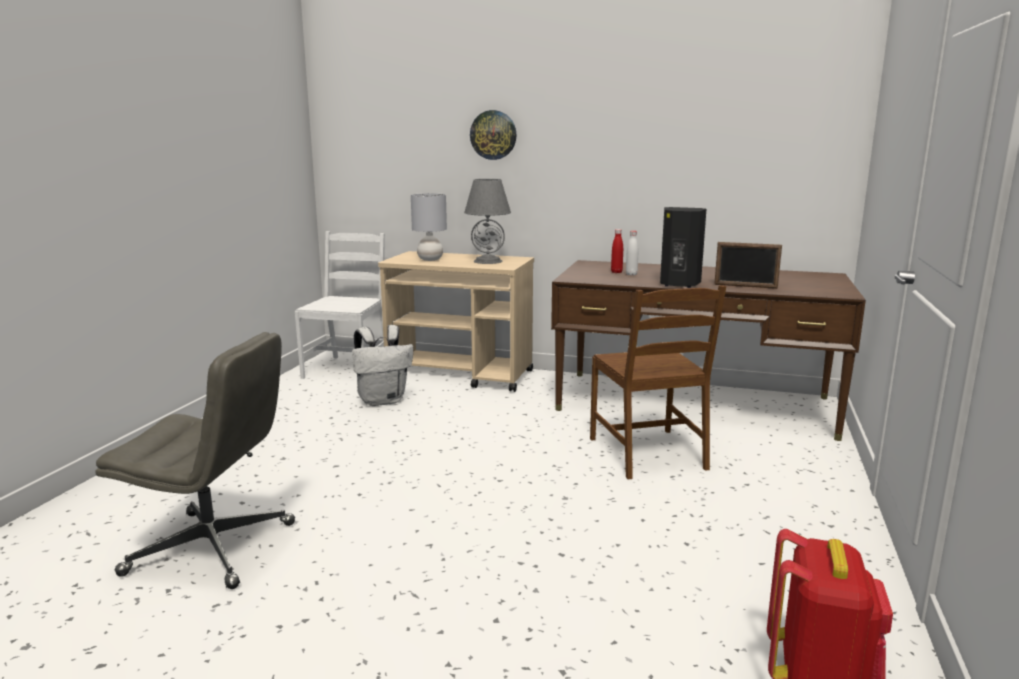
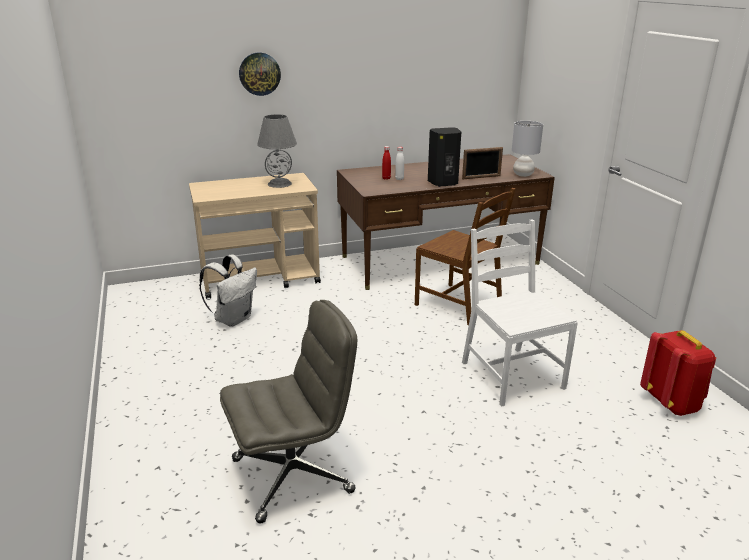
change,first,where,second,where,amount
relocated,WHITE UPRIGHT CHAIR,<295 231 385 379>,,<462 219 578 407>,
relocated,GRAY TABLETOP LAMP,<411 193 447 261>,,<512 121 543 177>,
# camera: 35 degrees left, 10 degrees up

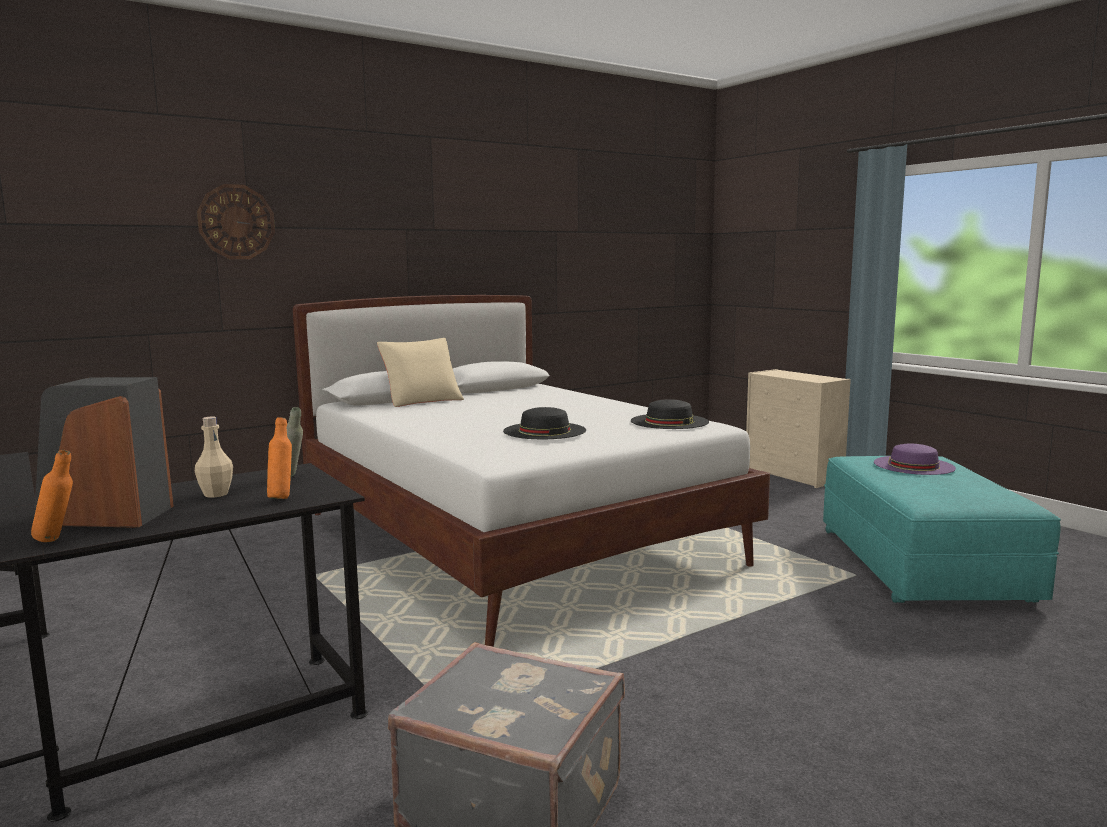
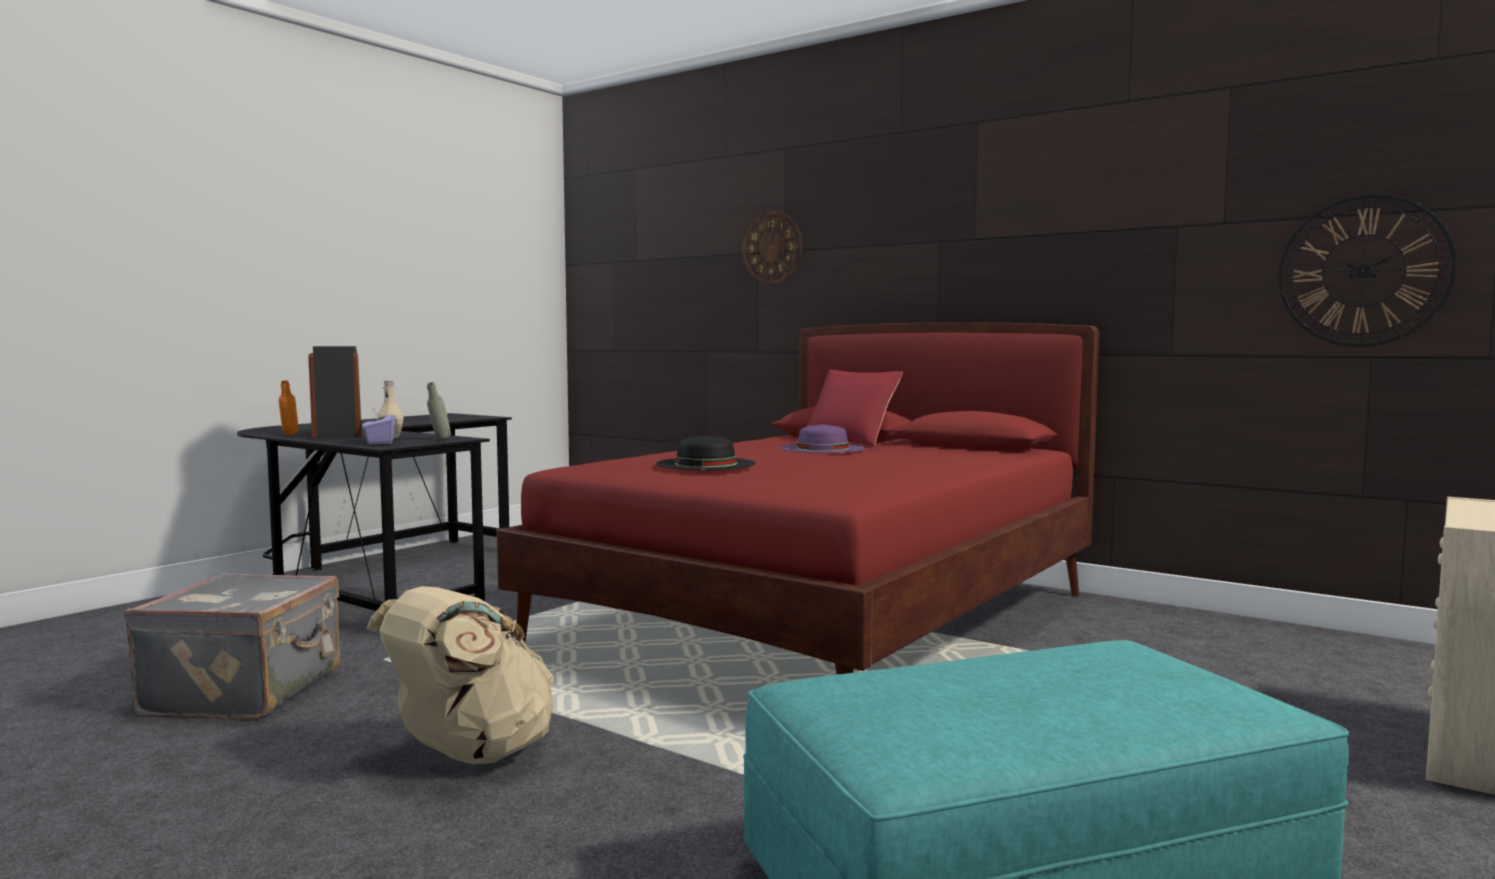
change,first,where,second,where,amount
exchanged,ORANGE-COLOURED BOTTLE,<267 417 292 499>,PURPLE BOX OF TISSUES,<362 407 395 444>,
colour,WHITE SLEEPING BED,<293 295 770 647>,RED-COLOURED SLEEPING BED,<497 322 1099 675>,
colour,BEIGE-COLOURED PILLOW,<377 338 464 407>,RED-COLOURED PILLOW,<806 370 903 447>,
missing,BLACK WEARABLE HAT,<631 399 709 429>,,,
relocated,PURPLE WEARABLE HAT,<874 444 956 475>,,<780 424 866 453>,
appeared,,,BEIGE-COLOURED BACKPACK,<366 586 555 765>,
appeared,,,CLOCK ON THE WALL,<1278 194 1457 347>,
# camera: 70 degrees right, 5 degrees down

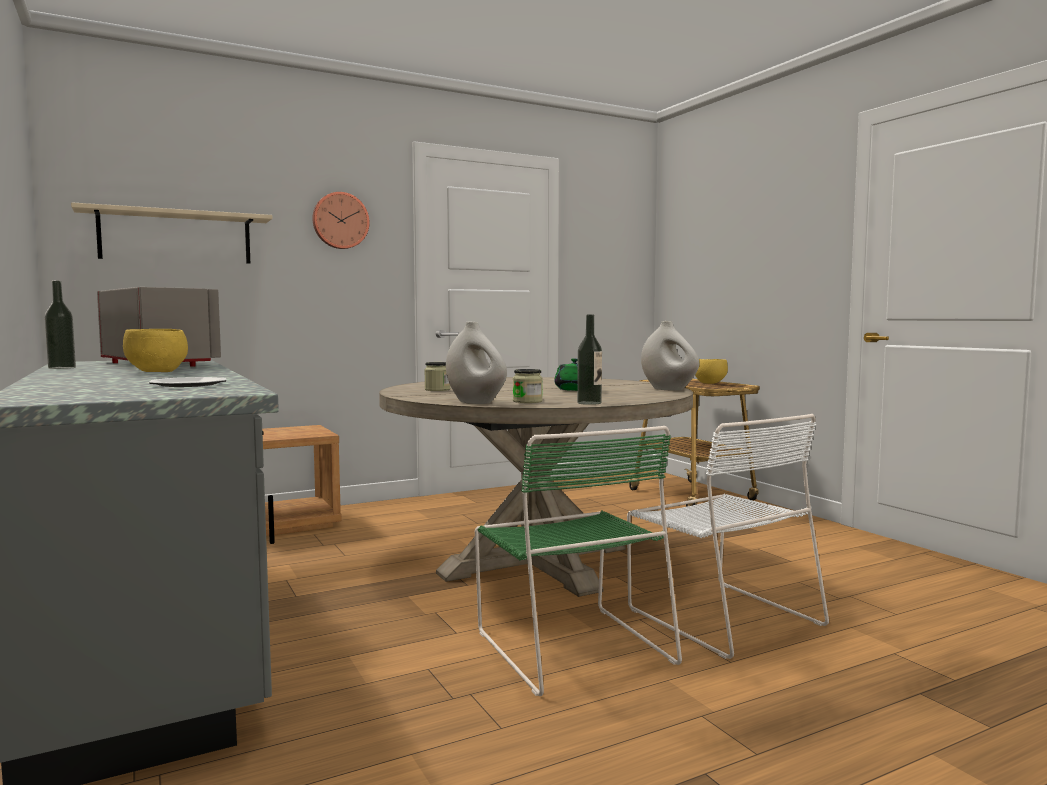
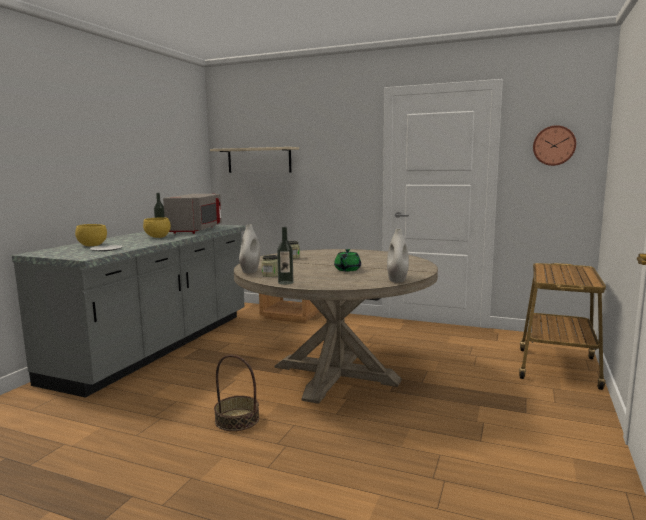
change,first,where,second,where,amount
relocated,CLOCK ON THE WALL,<312 192 370 249>,,<533 125 576 166>,
exchanged,GREENISH UPRIGHT CHAIR,<475 426 682 696>,BASKET,<214 355 259 431>,
missing,WHITE UPRIGHT CHAIR,<627 414 829 659>,,,
relocated,YELLOWISH SERVING BOWL,<695 359 728 384>,,<75 224 107 246>,
# camera: 50 degrees right, 5 degrees up

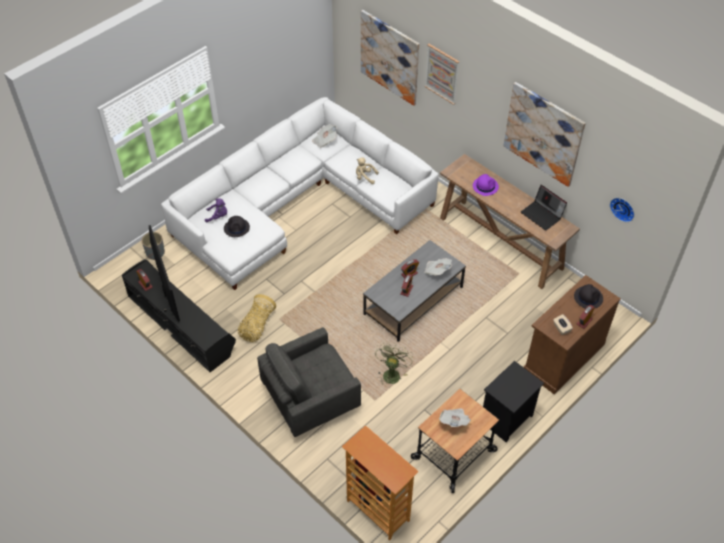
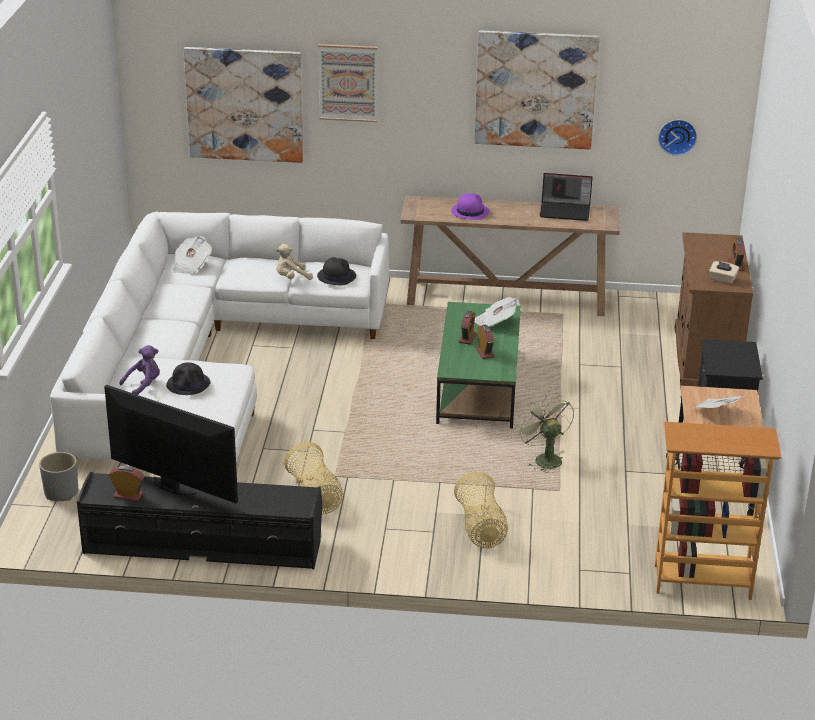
change,first,where,second,where,amount
exchanged,GRAY ARMCHAIR,<257 327 361 437>,BASKET,<454 472 508 548>,
colour,GRAY LOUNGE TABLE,<363 240 466 342>,GREENISH LOUNGE TABLE,<436 302 521 428>,
relocated,BLACK WEARABLE HAT,<574 284 603 309>,,<317 257 356 286>,
# camera: 40 degrees left, 20 degrees down

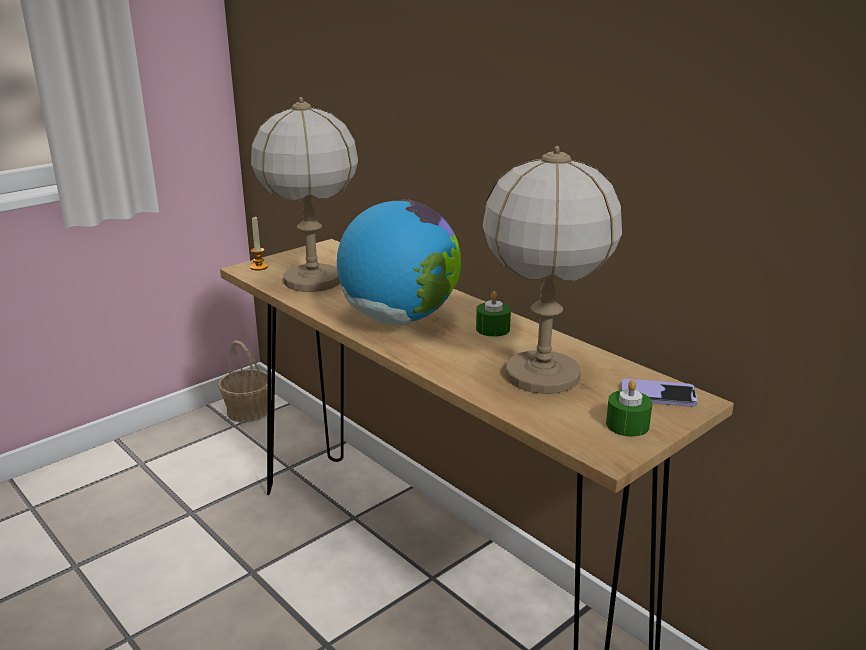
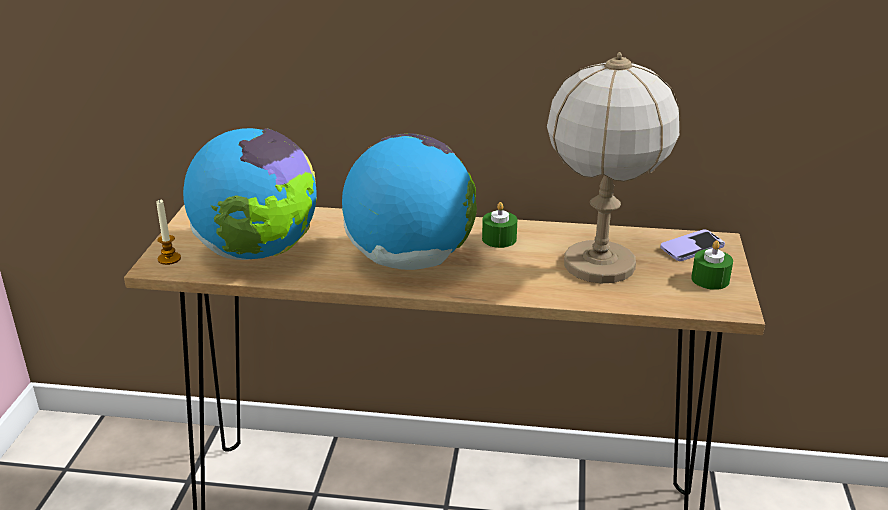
change,first,where,second,where,amount
missing,BASKET,<218 341 272 423>,,,
exchanged,TABLETOP LAMP,<251 97 358 292>,WORLD GLOBE,<183 128 317 260>,
# camera: 40 degrees left, 5 degrees up

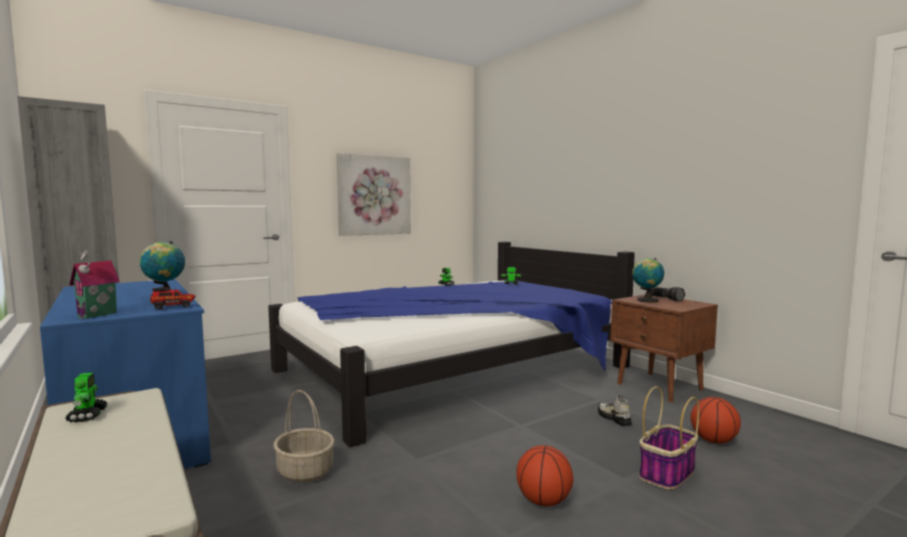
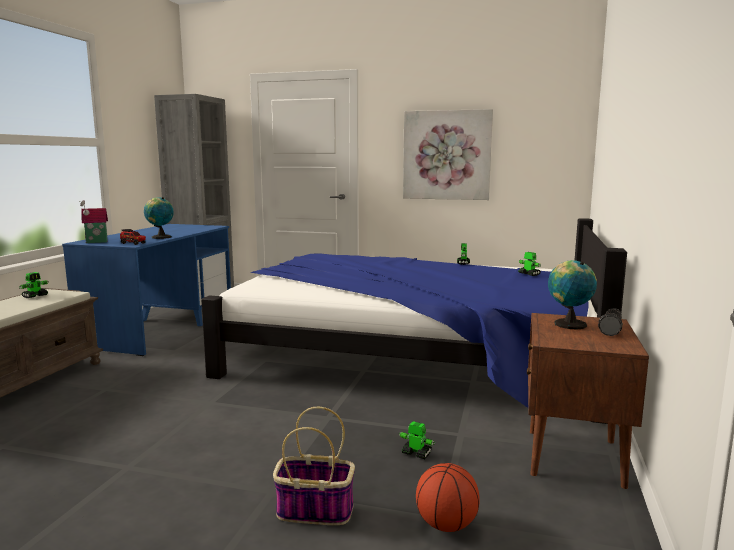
change,first,where,second,where,amount
missing,BASKET,<274 390 335 482>,,,
missing,BASKETBALL BALL,<516 445 573 506>,,,
exchanged,ITEM OF FOOTWEAR,<598 395 632 426>,TOY ROBOT,<399 421 435 459>,
# camera: 50 degrees right, 5 degrees up

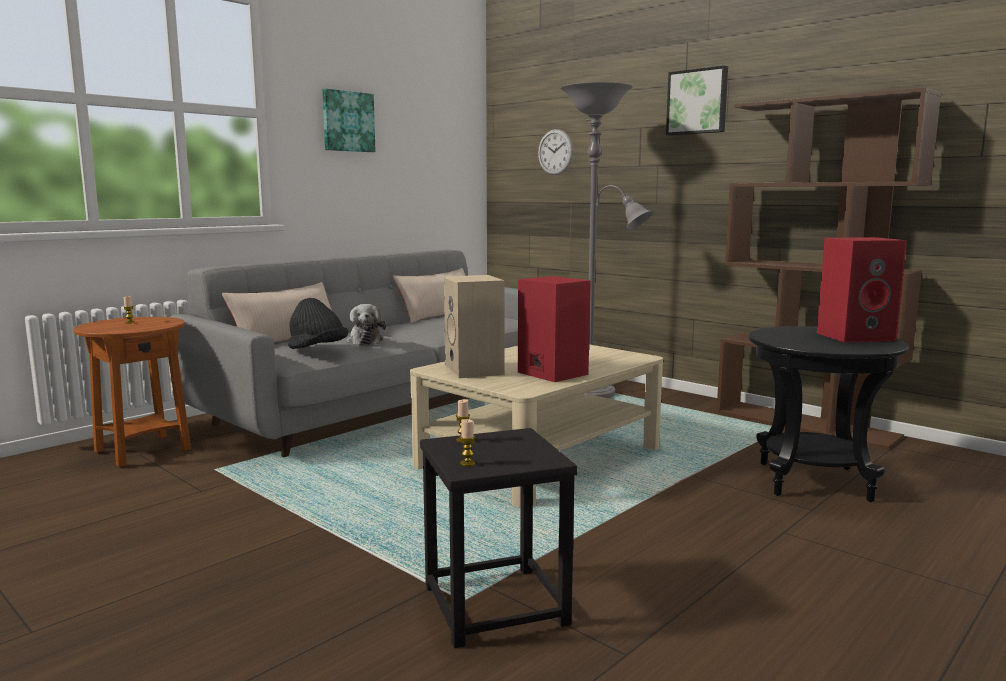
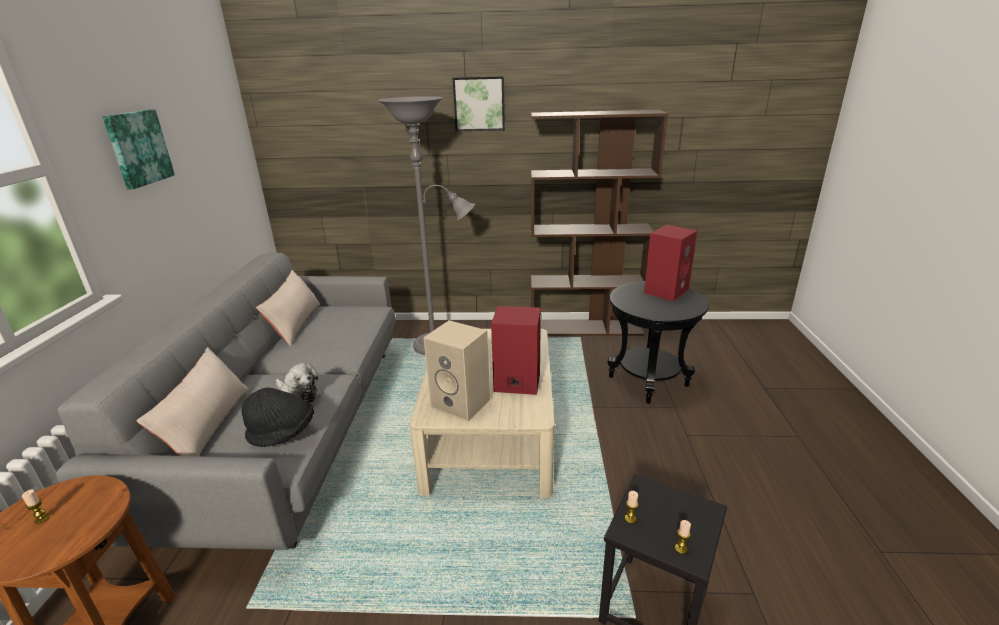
change,first,where,second,where,amount
missing,CLOCK ON THE WALL,<538 129 573 175>,,,
# camera: 40 degrees left, 15 degrees up

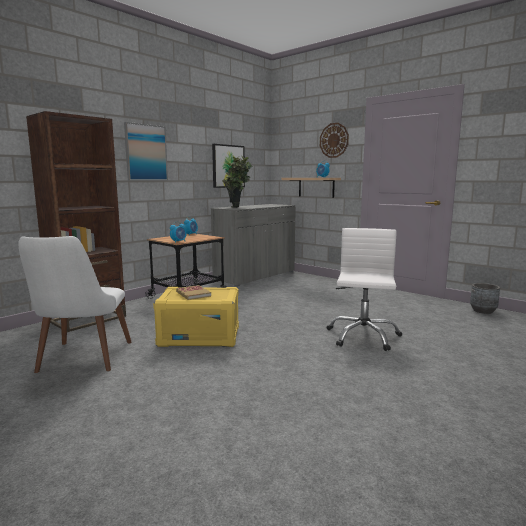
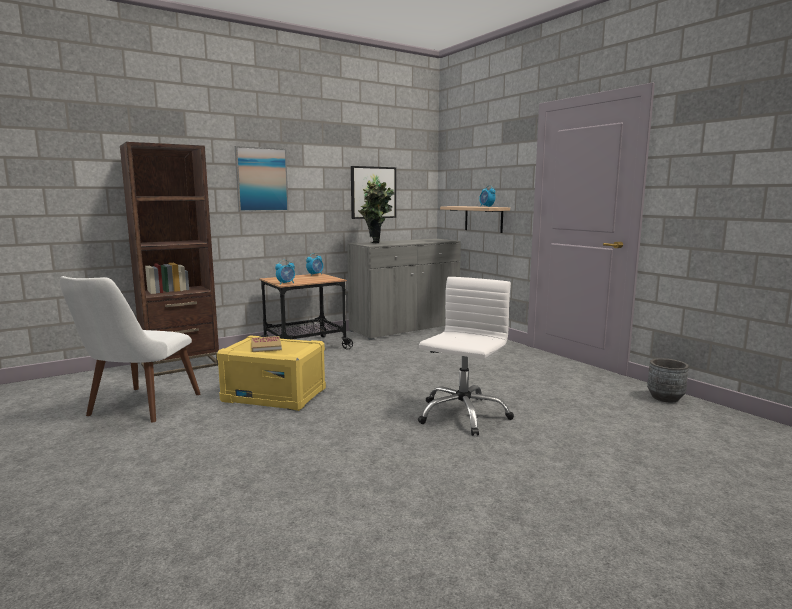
change,first,where,second,where,amount
missing,CLOCK ON THE WALL,<320 123 349 158>,,,
# camera: 15 degrees right, 0 degrees up

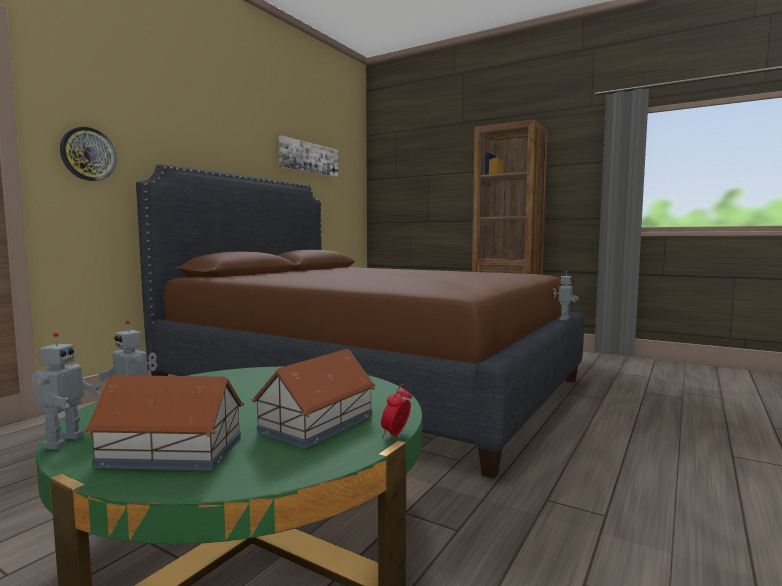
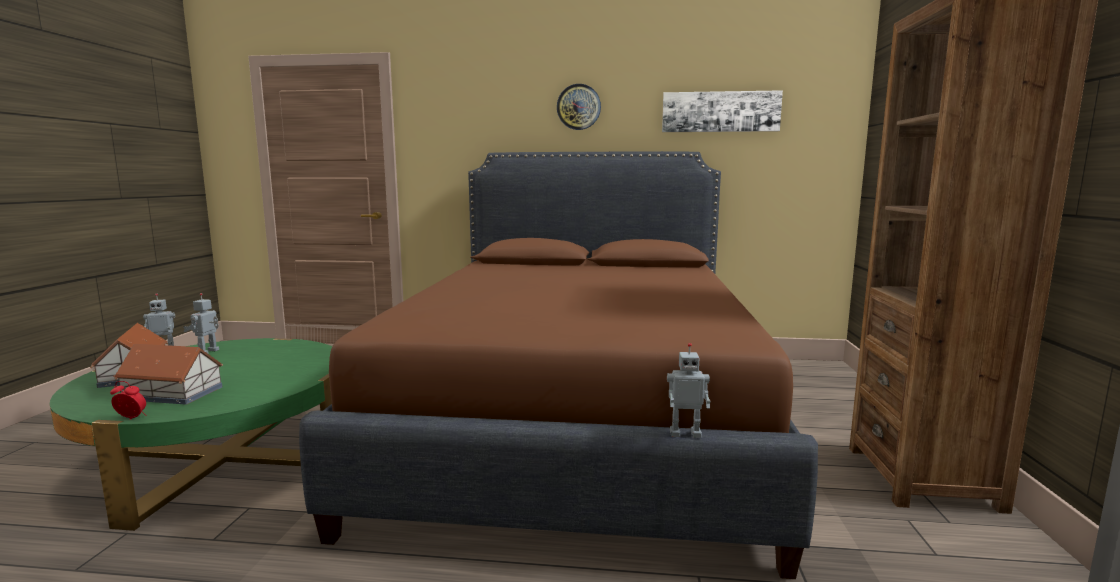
change,first,where,second,where,amount
relocated,CLOCK ON THE WALL,<60 127 117 181>,,<557 84 601 130>,
# camera: 65 degrees right, 5 degrees up

